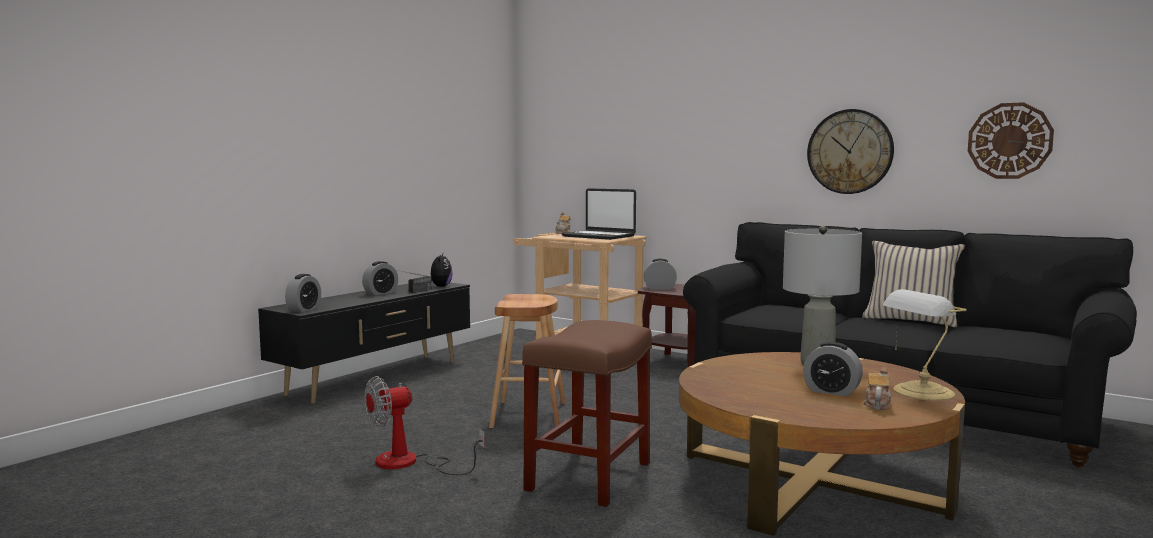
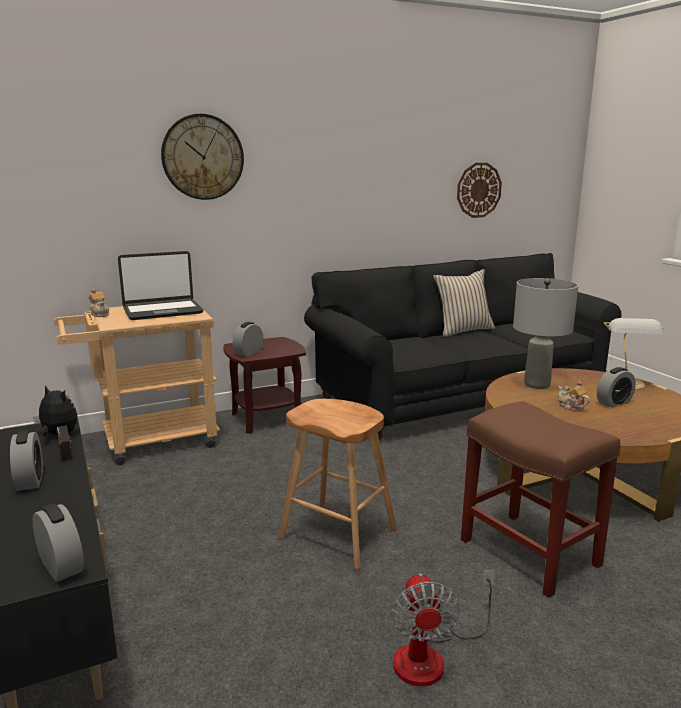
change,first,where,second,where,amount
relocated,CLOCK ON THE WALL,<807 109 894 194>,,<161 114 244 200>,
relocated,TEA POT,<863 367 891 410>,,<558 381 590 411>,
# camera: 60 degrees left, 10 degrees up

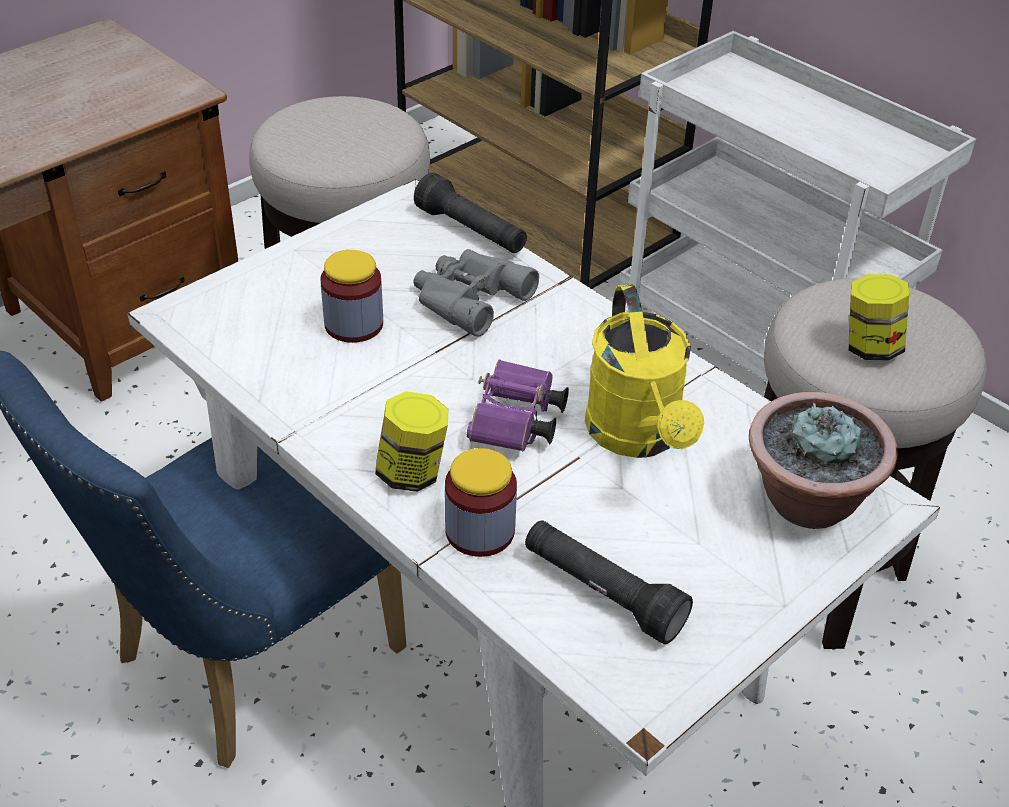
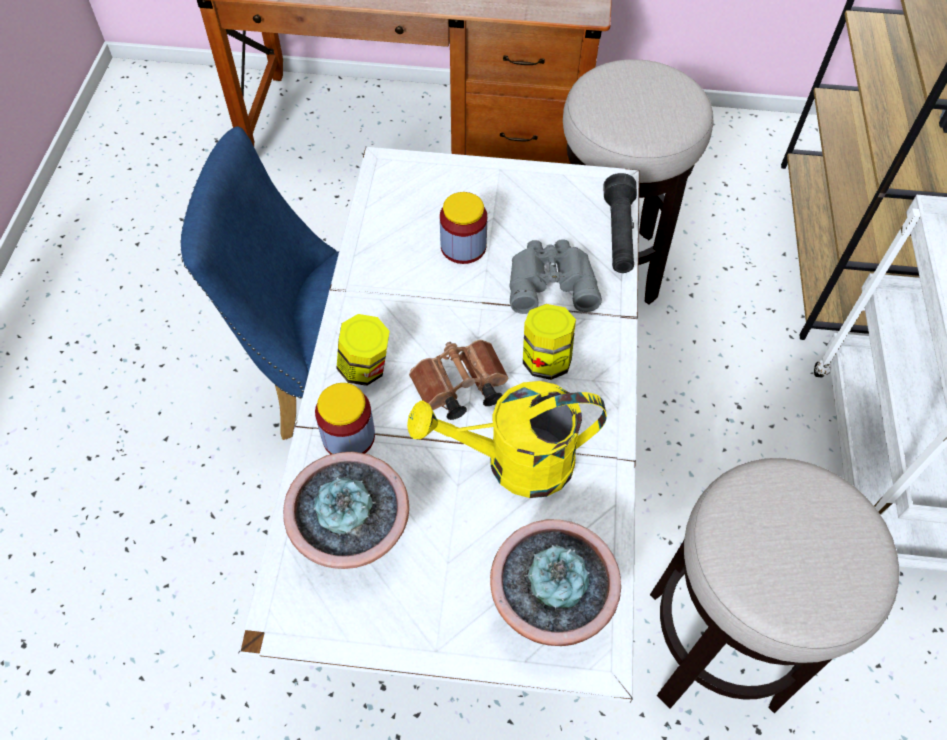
change,first,where,second,where,amount
colour,PURPLE BINOCULARS,<467 360 569 452>,BROWN-COLOURED BINOCULARS,<409 340 509 420>,
exchanged,BLACK TORCH,<525 520 693 644>,HOUSEPLANT,<283 452 409 569>,
spun,YELLOWISH WATERING POT,<585 284 704 458>,,<407 381 607 498>,45 degrees clockwise
relocated,STORAGE JAR,<849 274 909 361>,,<523 304 576 380>,
# camera: 50 degrees right, 15 degrees up

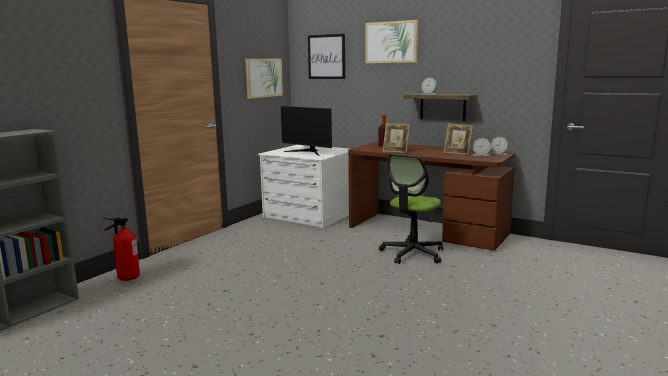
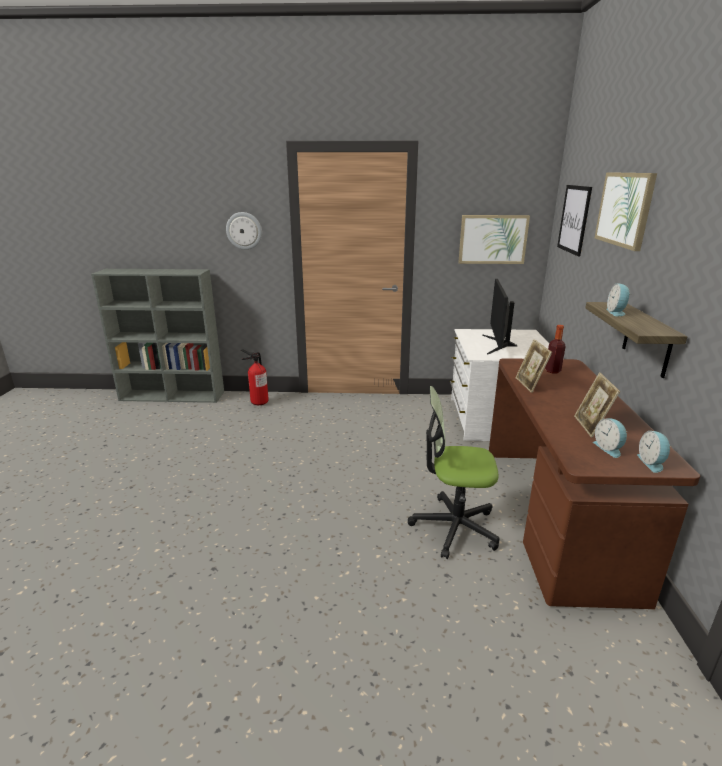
change,first,where,second,where,amount
appeared,,,CLOCK ON THE WALL,<226 212 262 250>,
# camera: 60 degrees right, 10 degrees up

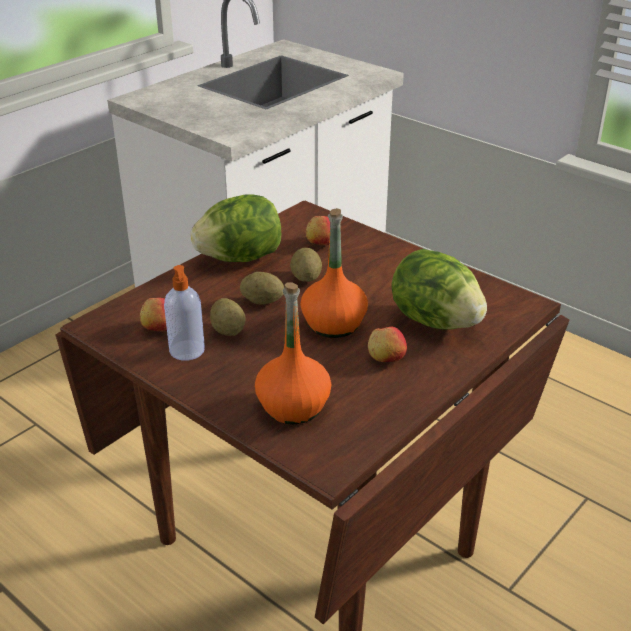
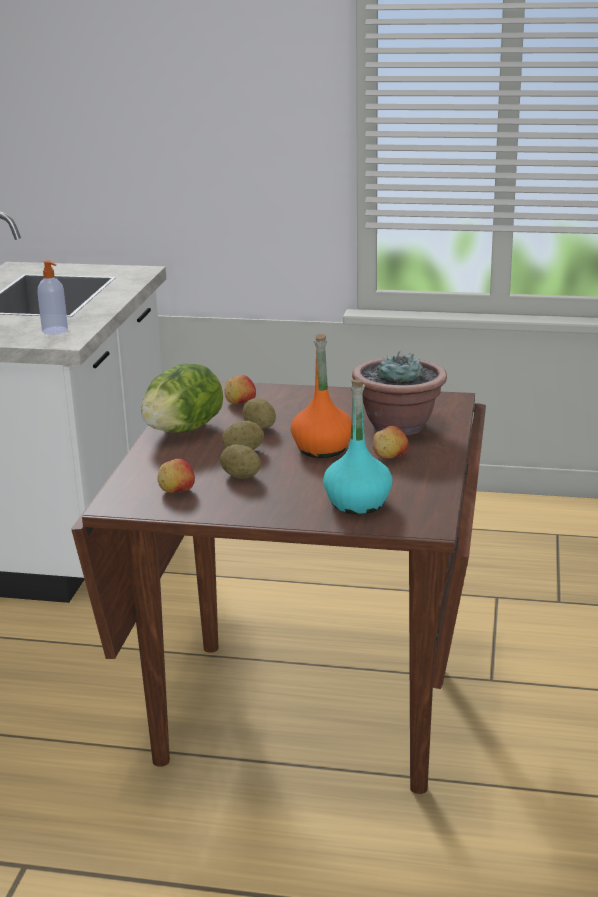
change,first,where,second,where,amount
relocated,SOAP DISPENSER,<164 265 205 361>,,<37 260 68 335>,
colour,ORANGE-COLOURED BOTTLE,<255 282 331 424>,TURQUOISE BOTTLE,<323 380 392 514>,
exchanged,LETTUCE HEAD,<391 249 487 330>,HOUSEPLANT,<352 351 447 435>,
# camera: 30 degrees left, 10 degrees down

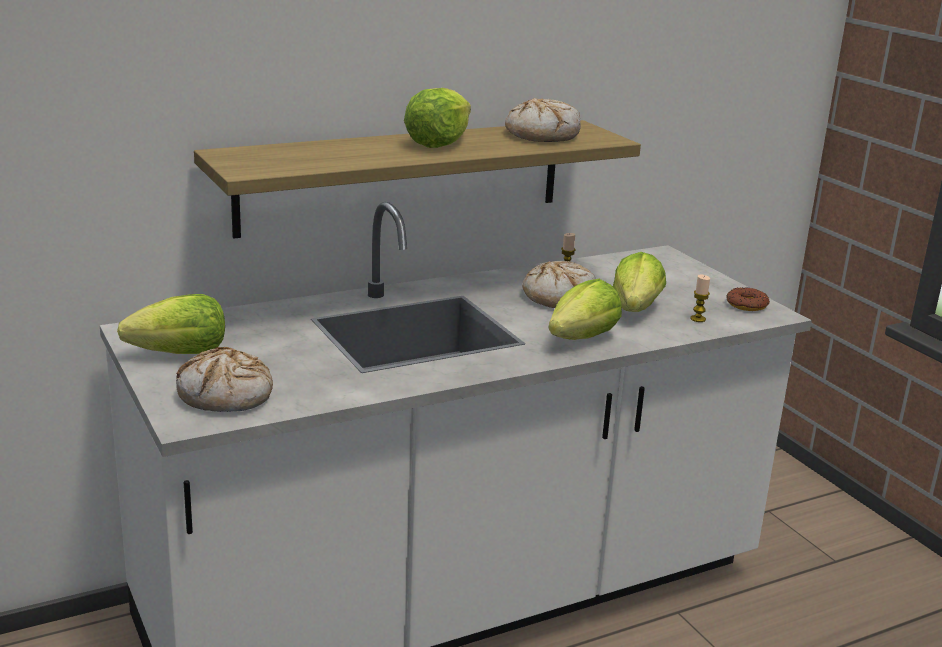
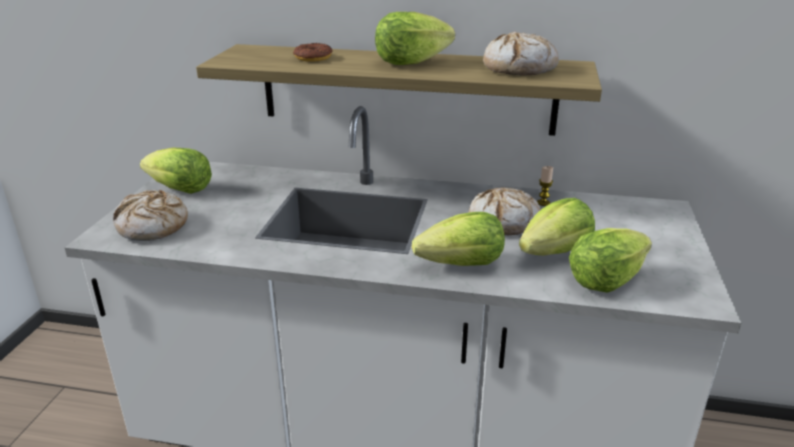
change,first,where,second,where,amount
exchanged,CANDLE,<690 274 710 322>,LETTUCE HEAD,<569 228 652 293>,
relocated,RING DOUGHNUT,<726 287 770 311>,,<293 43 332 62>,
# camera: 40 degrees right, 5 degrees up

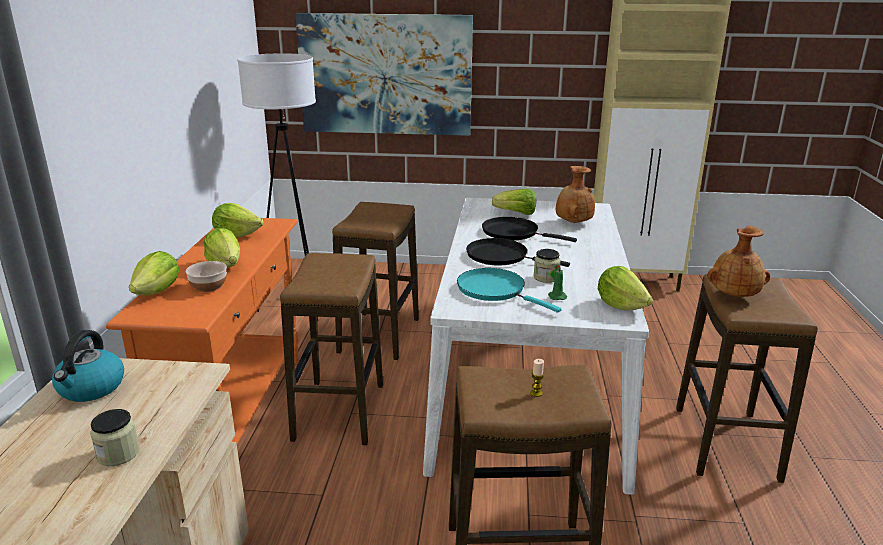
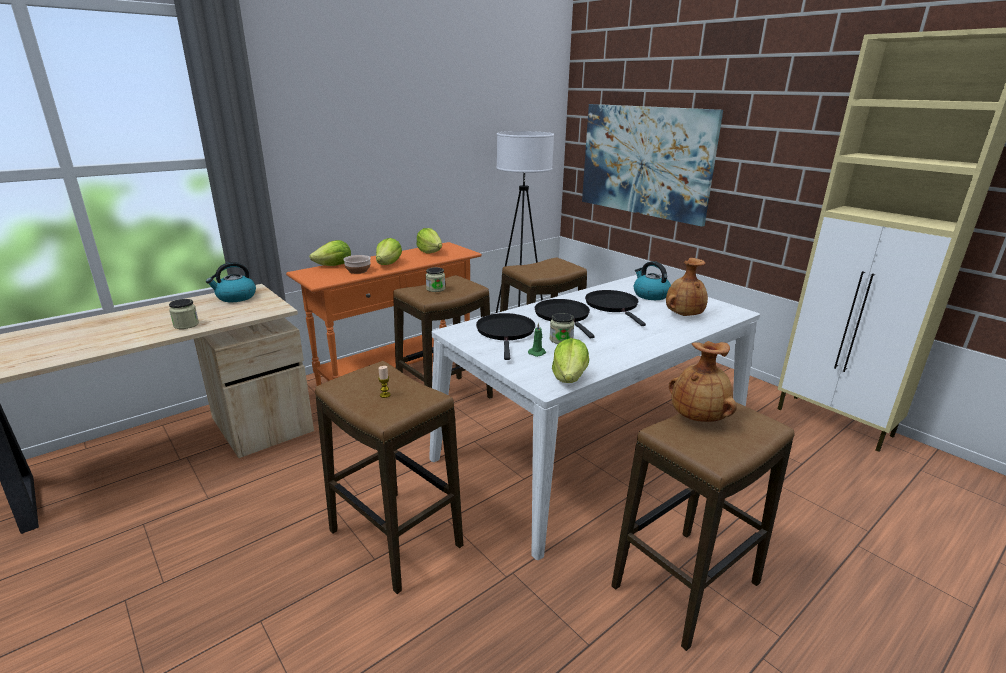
change,first,where,second,where,amount
colour,TURQUOISE FRYING PAN,<457 268 561 313>,BLACK FRYING PAN,<476 313 535 360>,
exchanged,LETTUCE HEAD,<492 189 536 215>,WATER KETTLE,<634 261 671 300>,
appeared,,,STORAGE JAR,<426 267 445 292>,
# camera: 45 degrees right, 0 degrees up

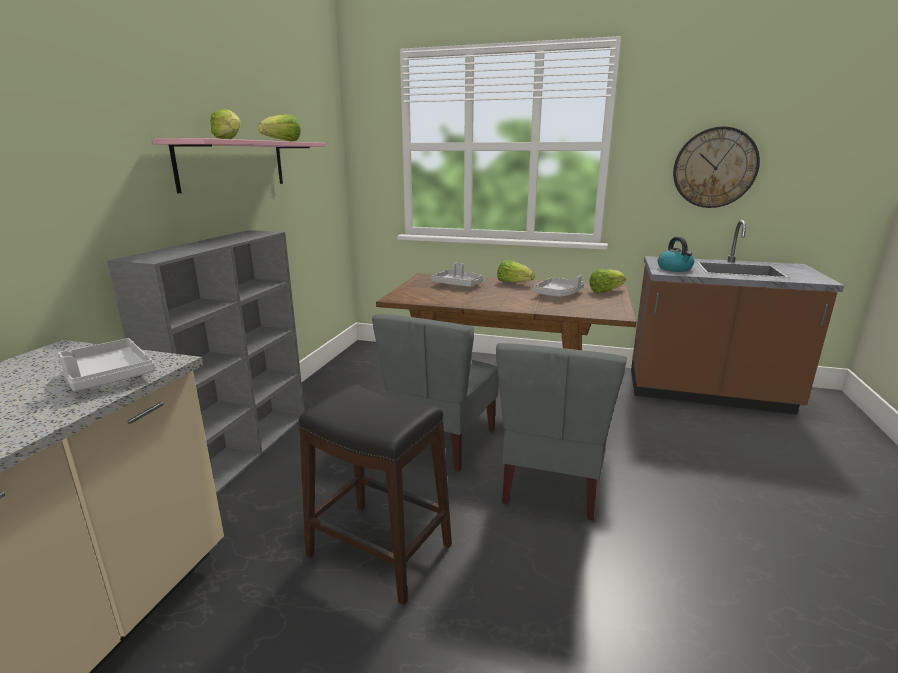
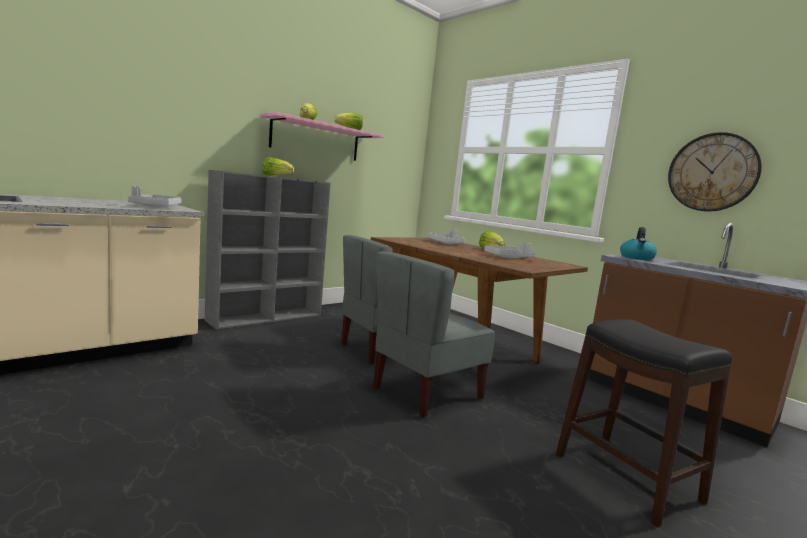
change,first,where,second,where,amount
relocated,BLACK STOOL,<299 385 452 605>,,<556 319 732 528>,
relocated,LETTUCE HEAD,<589 269 626 293>,,<262 157 294 176>,
# camera: 30 degrees right, 10 degrees down

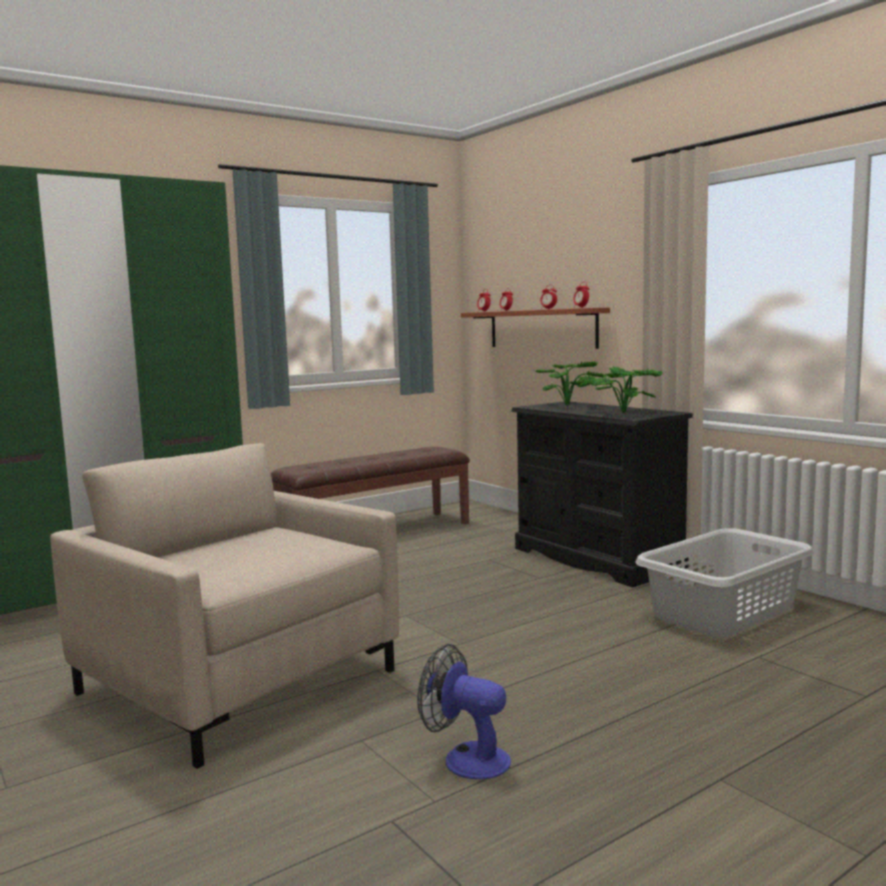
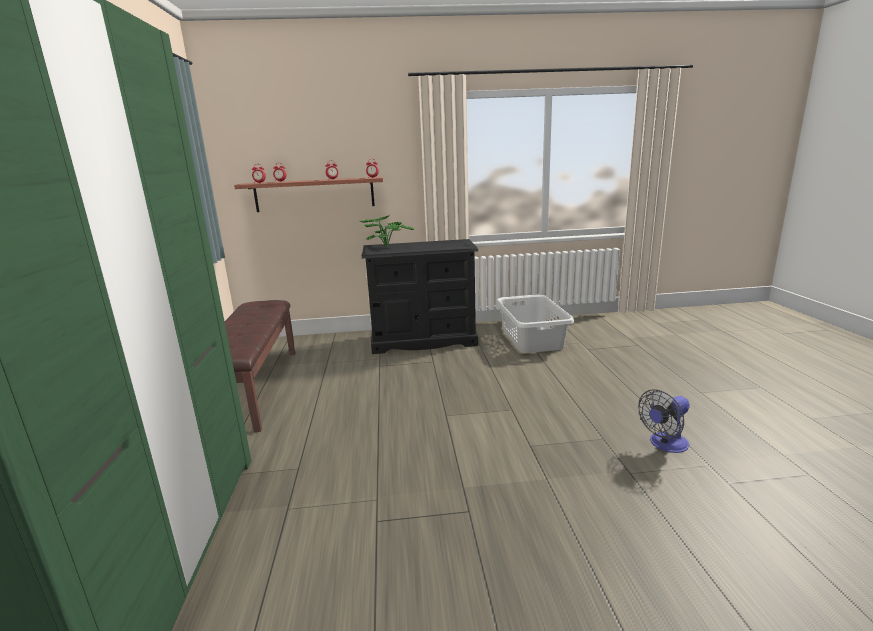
change,first,where,second,where,amount
missing,BEIGE-COLOURED ARMCHAIR,<50 443 399 769>,,,
missing,HOUSEPLANT,<578 367 663 413>,,,
# camera: 60 degrees left, 10 degrees up

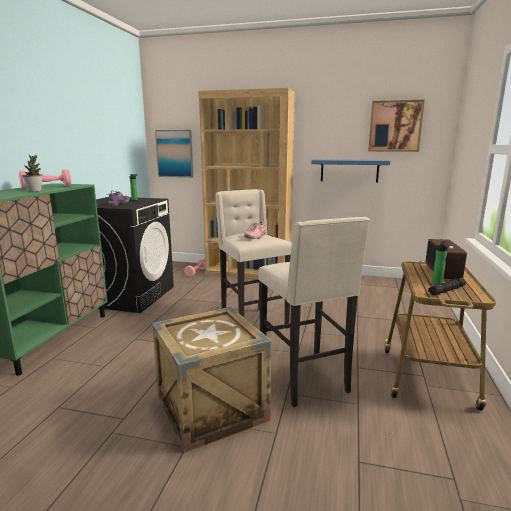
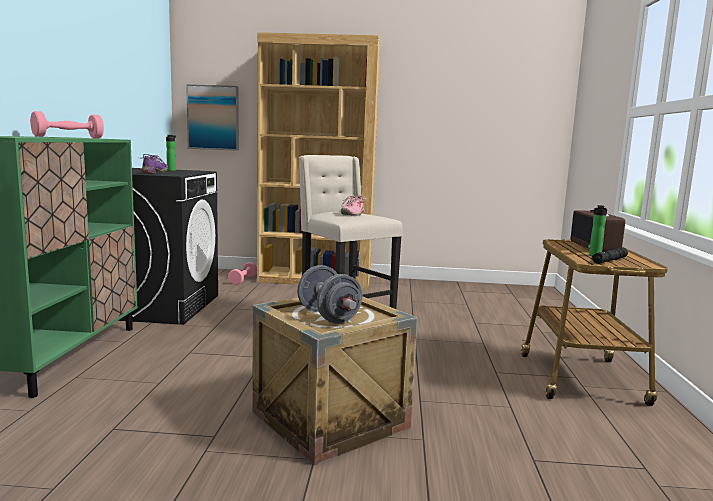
change,first,where,second,where,amount
missing,HOUSEPLANT,<22 155 43 192>,,,
missing,BEIGE-COLOURED STOOL,<259 217 370 407>,,,
missing,BLUE-COLOURED BRACKET SHELF,<311 159 390 183>,,,
missing,WALL ART,<368 100 425 152>,,,
appeared,,,GRAY DUMBBELL,<297 265 362 324>,
# camera: 10 degrees left, 5 degrees down

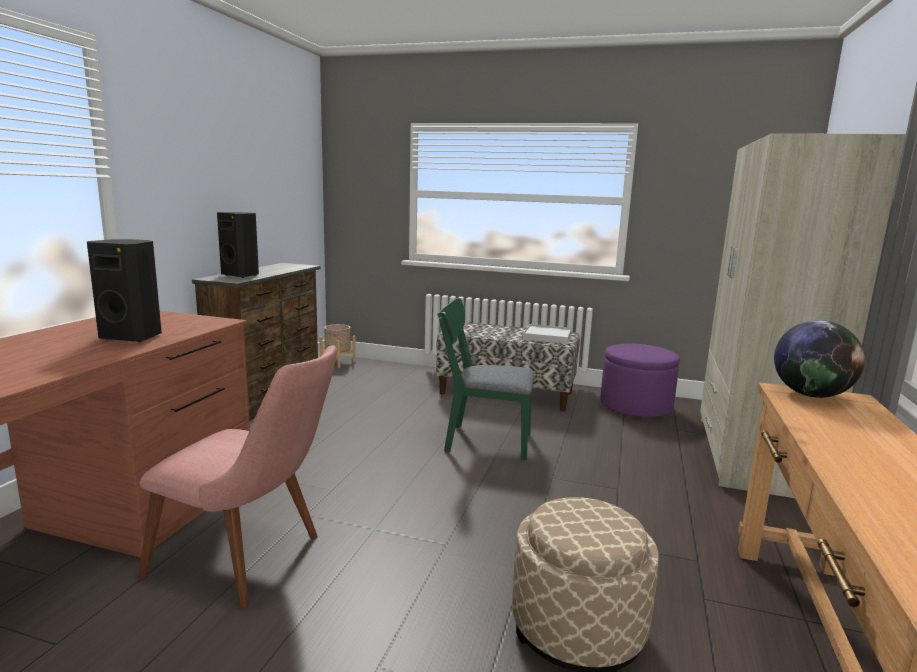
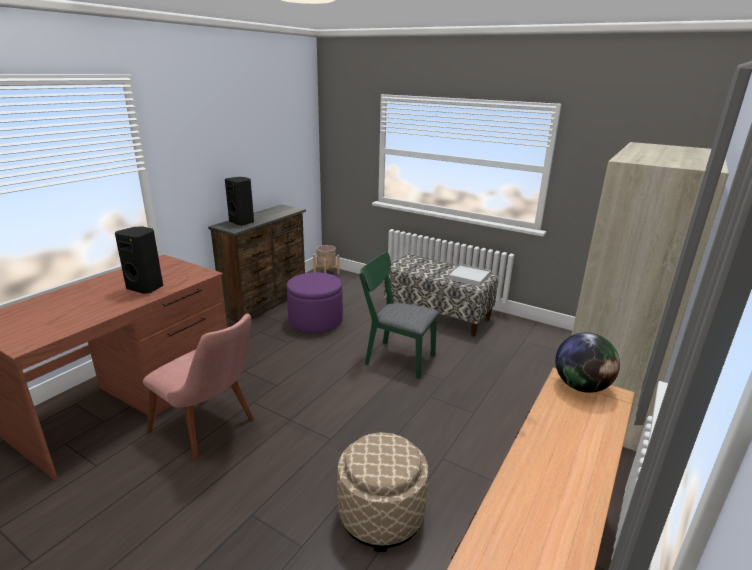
change,first,where,second,where,amount
relocated,PURPLE FOOTREST,<600 344 680 417>,,<286 272 343 333>,
# camera: 15 degrees right, 10 degrees up

